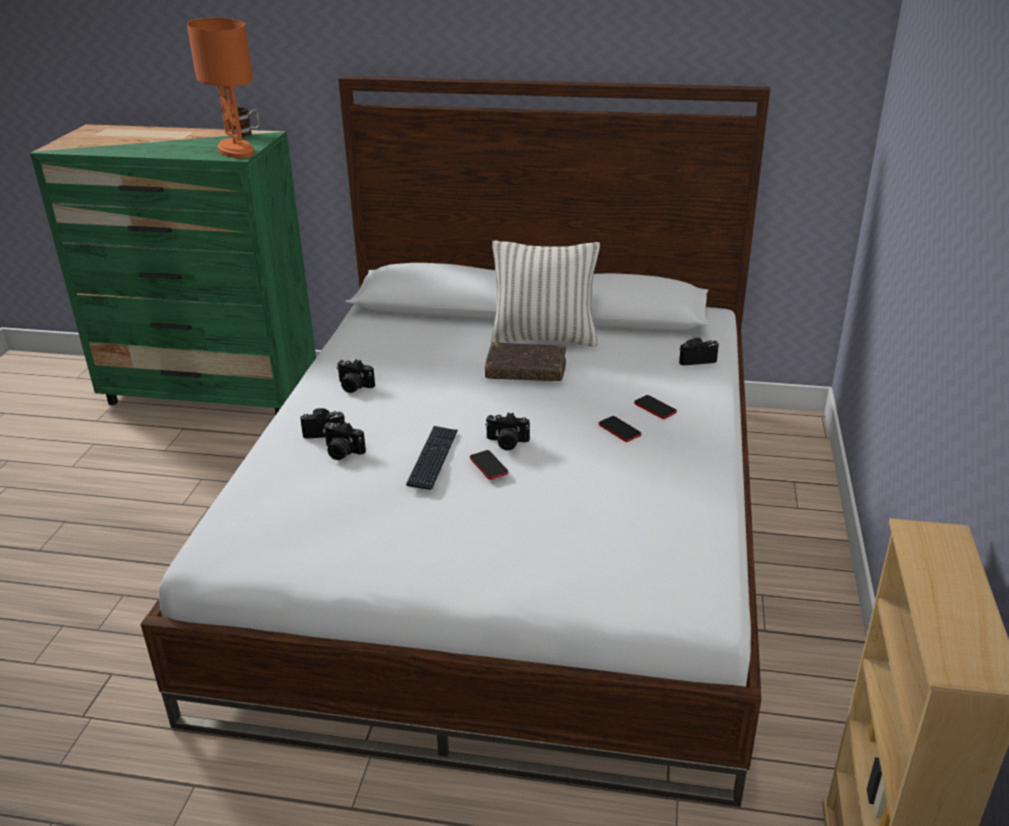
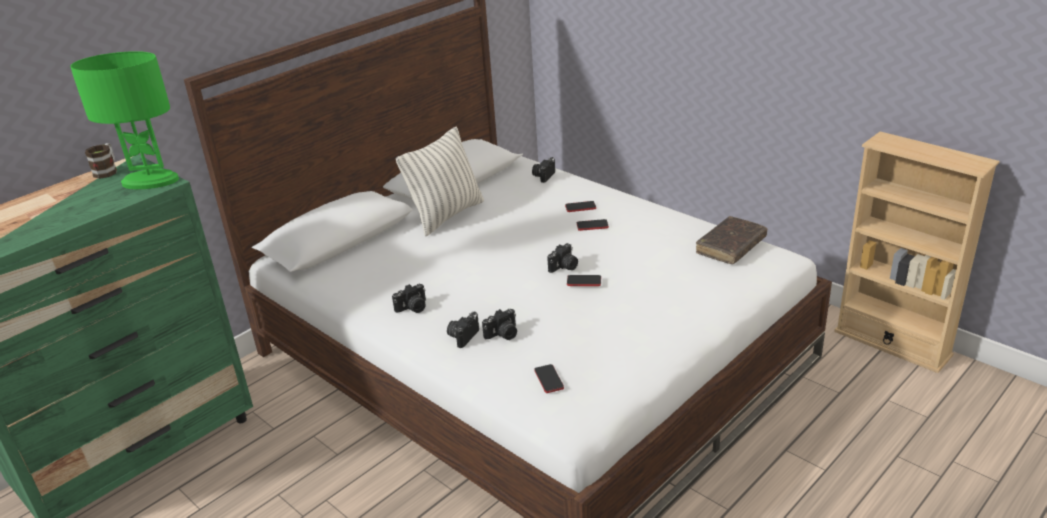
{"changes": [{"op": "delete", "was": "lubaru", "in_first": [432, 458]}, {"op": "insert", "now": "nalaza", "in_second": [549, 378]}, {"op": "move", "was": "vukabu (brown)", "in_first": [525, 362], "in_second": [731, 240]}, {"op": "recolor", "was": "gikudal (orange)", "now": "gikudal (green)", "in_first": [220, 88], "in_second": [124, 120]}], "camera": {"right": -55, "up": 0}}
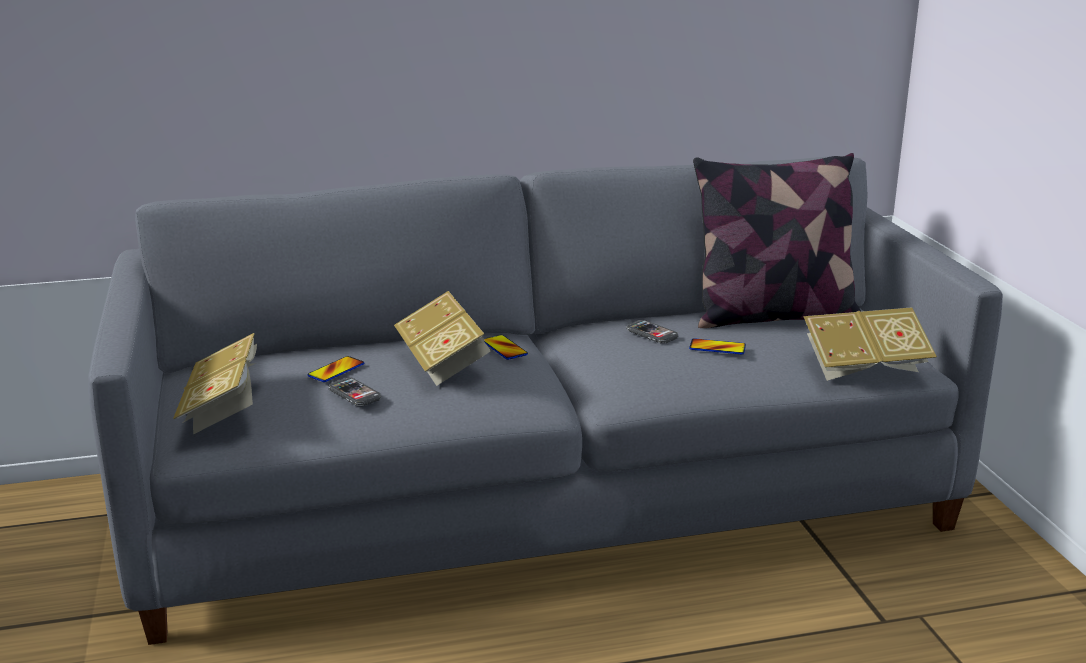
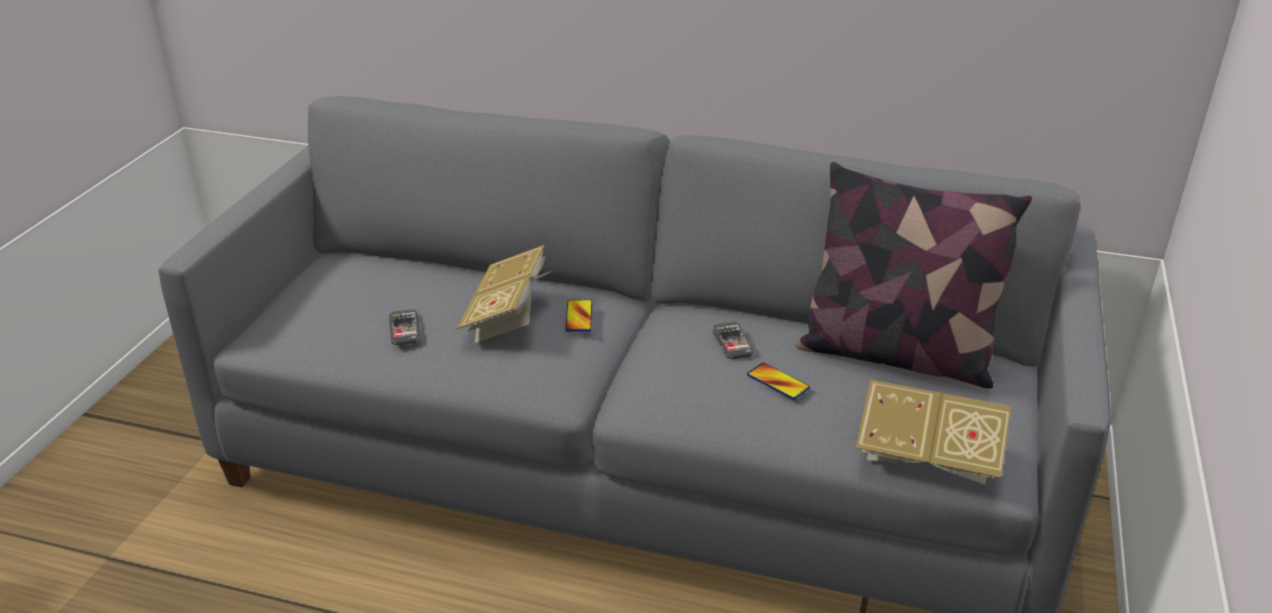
{"changes": [{"op": "delete", "was": "vukabu", "in_first": [215, 384]}, {"op": "delete", "was": "nalaza", "in_first": [335, 369]}], "camera": {"right": 30, "up": 10}}
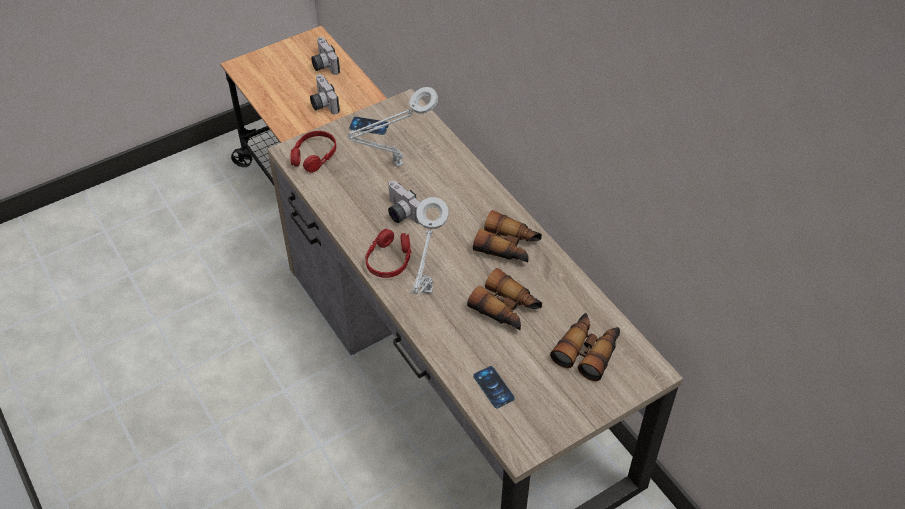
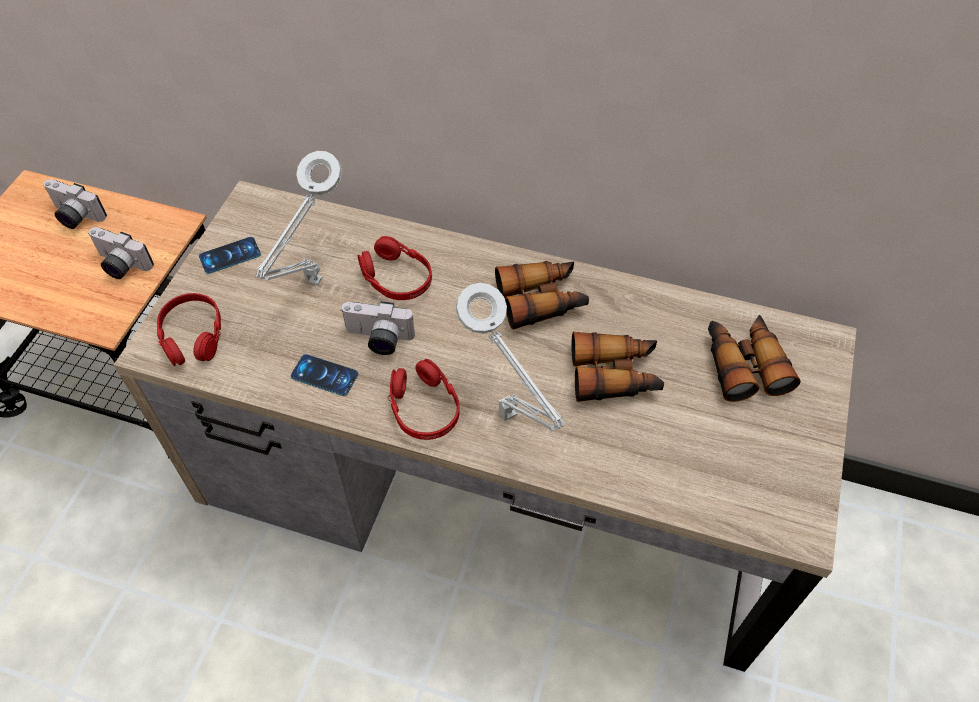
{"changes": [{"op": "insert", "now": "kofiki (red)", "in_second": [395, 268]}, {"op": "move", "was": "nalaza", "in_first": [494, 387], "in_second": [324, 375]}], "camera": {"right": -40, "up": 5}}
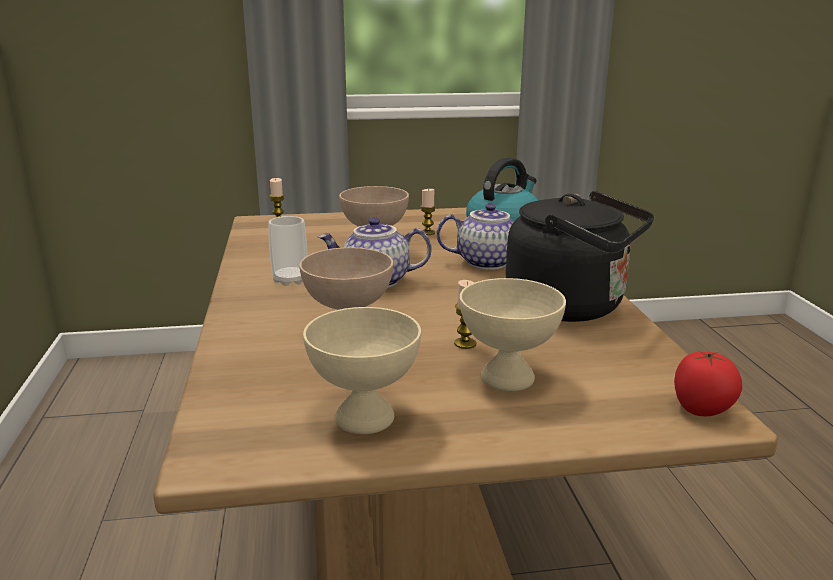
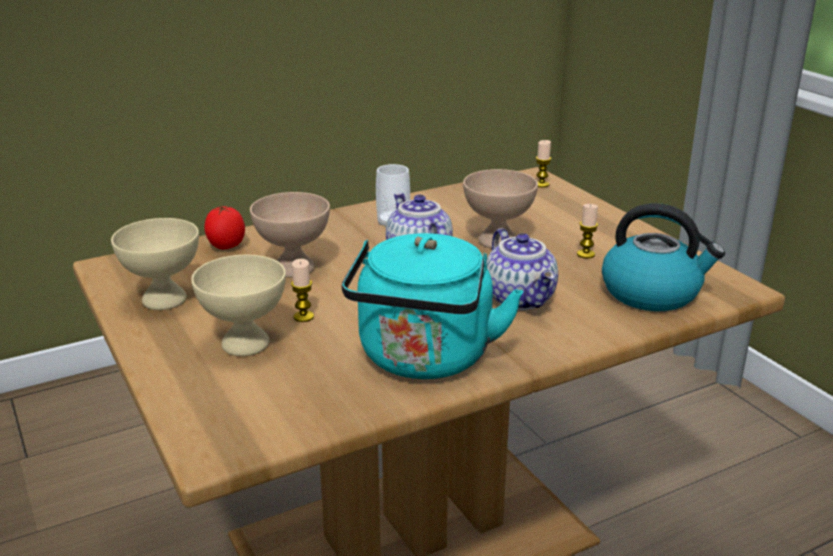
{"changes": [{"op": "move", "was": "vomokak", "in_first": [708, 383], "in_second": [224, 227]}, {"op": "recolor", "was": "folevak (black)", "now": "folevak (turquoise)", "in_first": [579, 256], "in_second": [432, 306]}], "camera": {"right": 70, "up": 5}}
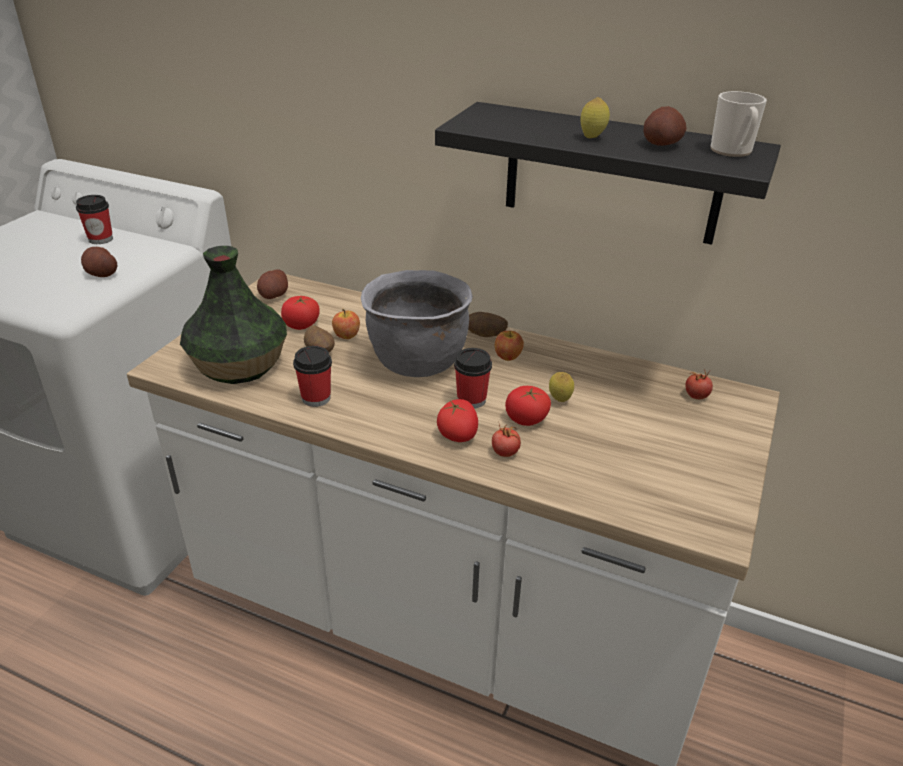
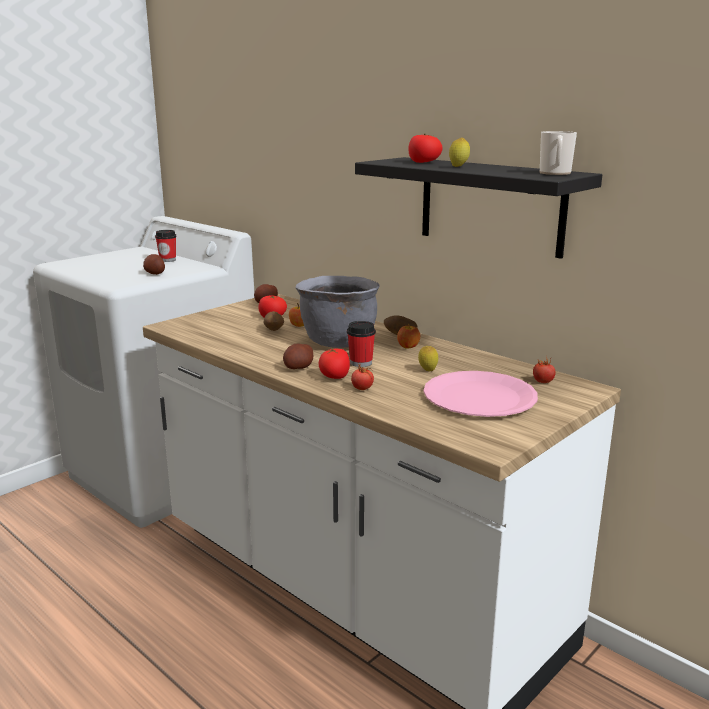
{"changes": [{"op": "delete", "was": "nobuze", "in_first": [233, 315]}, {"op": "delete", "was": "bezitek", "in_first": [312, 376]}, {"op": "insert", "now": "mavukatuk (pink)", "in_second": [480, 394]}, {"op": "move", "was": "vomokak", "in_first": [528, 406], "in_second": [426, 148]}, {"op": "move", "was": "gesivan", "in_first": [665, 126], "in_second": [298, 356]}], "camera": {"right": 20, "up": -15}}
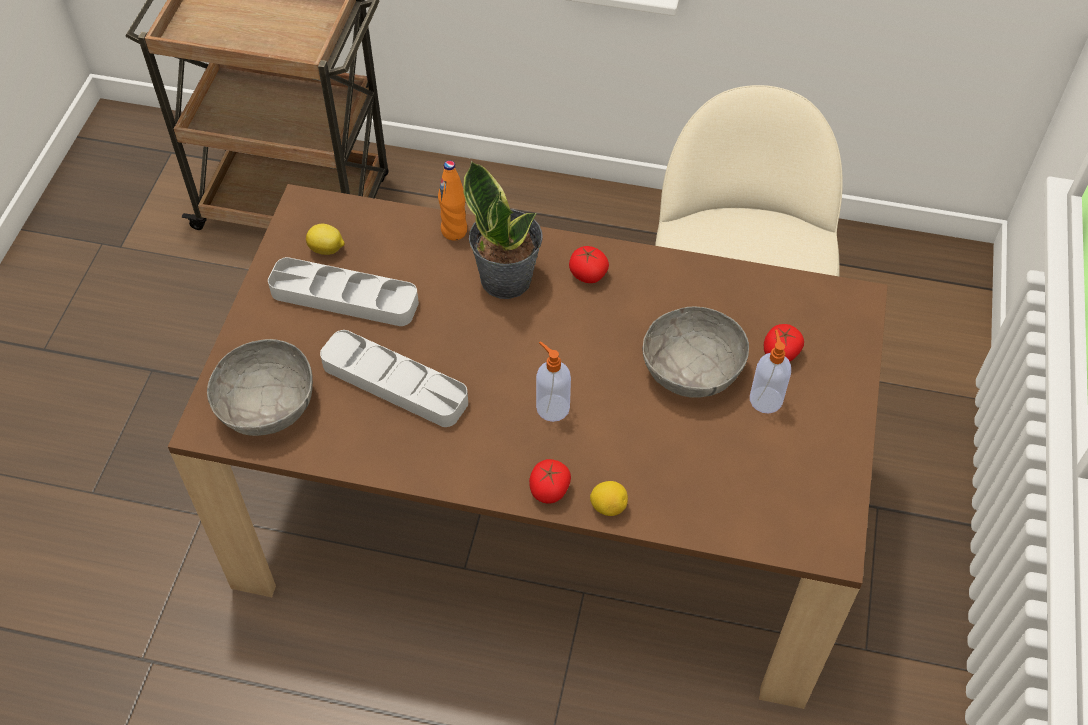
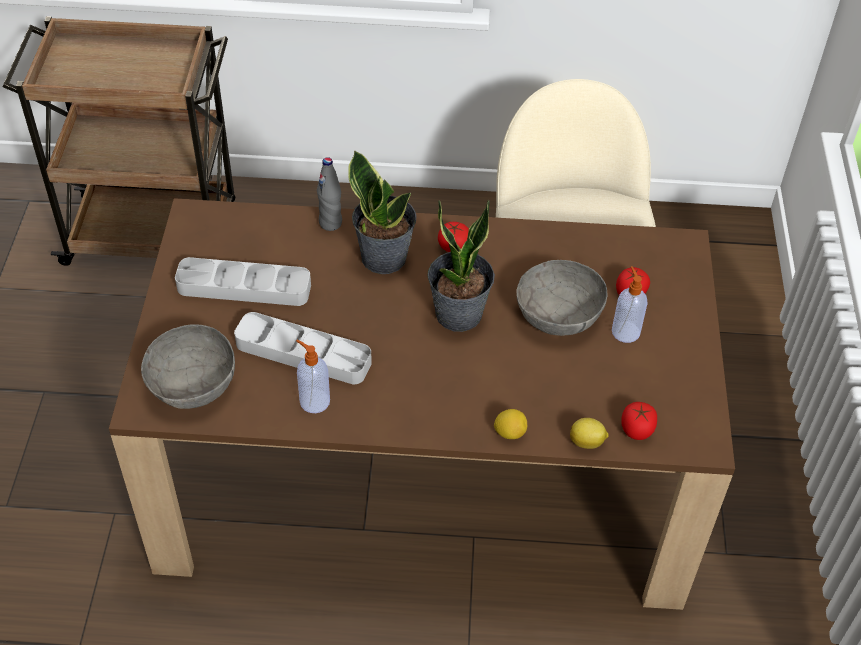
{"changes": [{"op": "insert", "now": "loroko", "in_second": [461, 266]}, {"op": "move", "was": "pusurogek", "in_first": [325, 239], "in_second": [589, 433]}, {"op": "move", "was": "vomokak", "in_first": [550, 481], "in_second": [639, 421]}, {"op": "move", "was": "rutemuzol", "in_first": [553, 381], "in_second": [313, 376]}, {"op": "recolor", "was": "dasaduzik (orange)", "now": "dasaduzik (grey)", "in_first": [452, 200], "in_second": [329, 194]}], "camera": {"right": -10, "up": -5}}
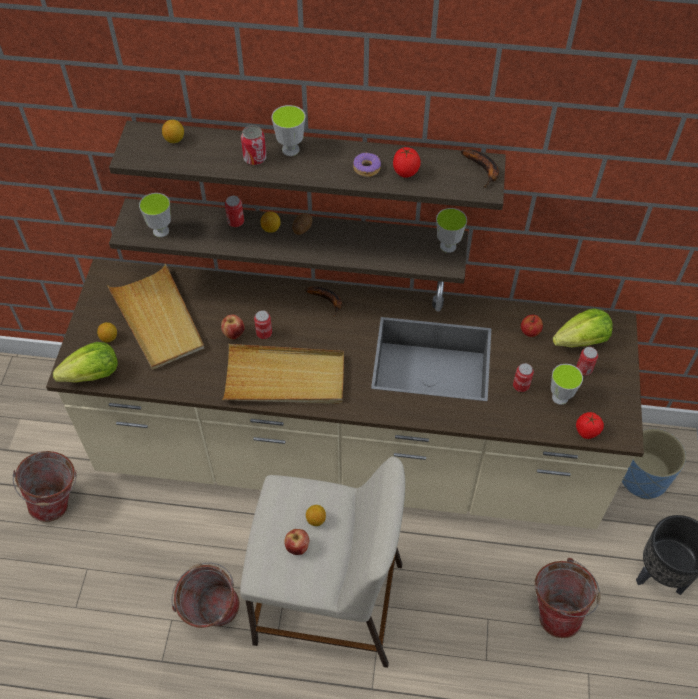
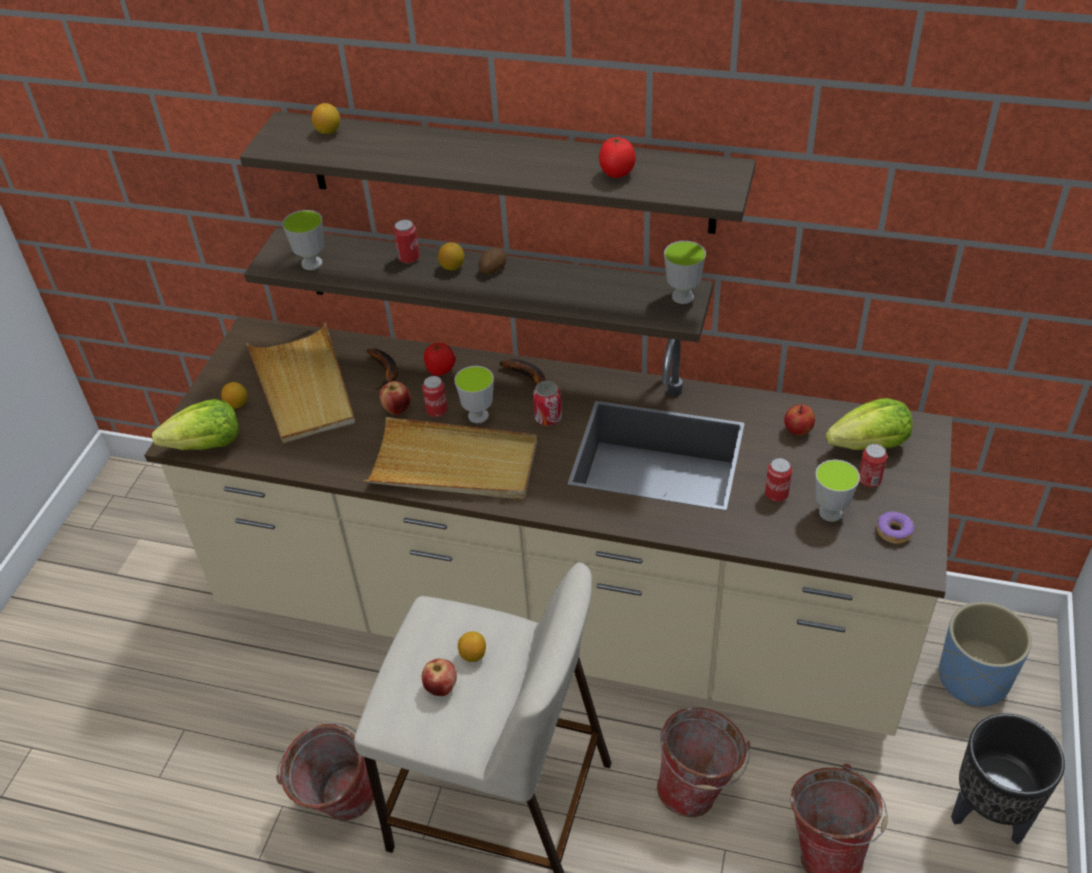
{"changes": [{"op": "move", "was": "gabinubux", "in_first": [45, 486], "in_second": [703, 762]}, {"op": "move", "was": "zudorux", "in_first": [253, 145], "in_second": [547, 403]}, {"op": "move", "was": "bezitek", "in_first": [288, 130], "in_second": [474, 394]}, {"op": "move", "was": "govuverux", "in_first": [367, 165], "in_second": [895, 527]}, {"op": "move", "was": "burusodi", "in_first": [480, 168], "in_second": [382, 369]}, {"op": "move", "was": "vomokak", "in_first": [590, 425], "in_second": [439, 359]}], "camera": {"right": 10, "up": -10}}
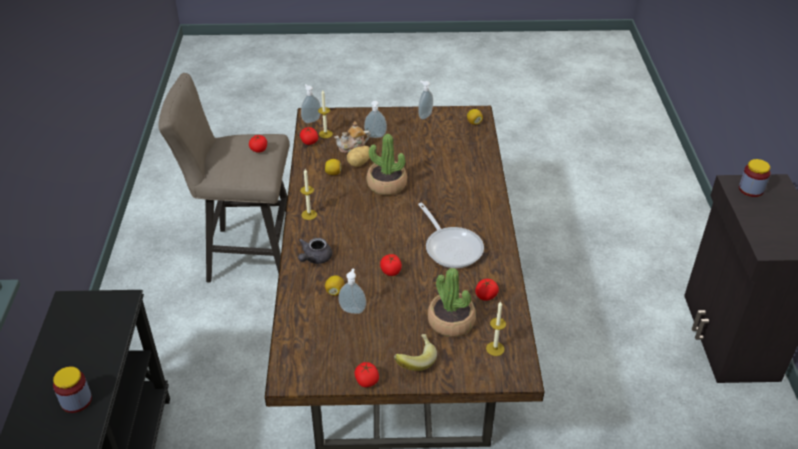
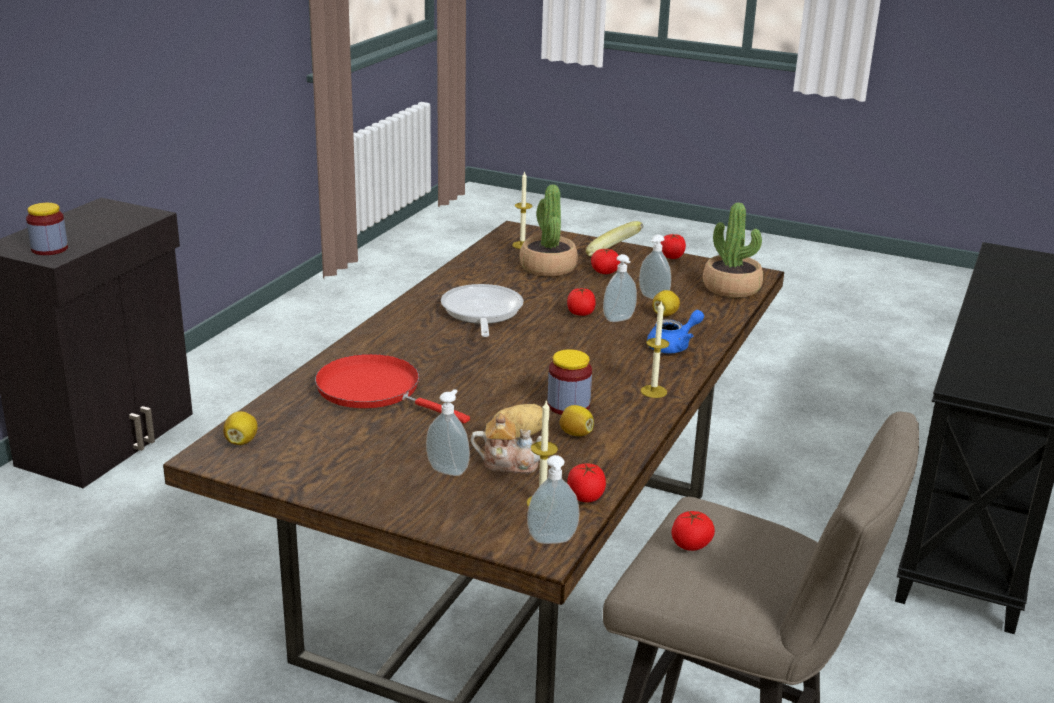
{"changes": [{"op": "insert", "now": "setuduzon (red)", "in_second": [392, 388]}, {"op": "move", "was": "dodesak", "in_first": [72, 390], "in_second": [569, 382]}, {"op": "move", "was": "loroko", "in_first": [386, 164], "in_second": [733, 250]}, {"op": "move", "was": "rutemuzol", "in_first": [425, 100], "in_second": [620, 288]}, {"op": "move", "was": "vomokak", "in_first": [487, 290], "in_second": [605, 261]}, {"op": "recolor", "was": "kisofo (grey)", "now": "kisofo (blue)", "in_first": [315, 251], "in_second": [675, 331]}], "camera": {"right": -155, "up": -15}}
